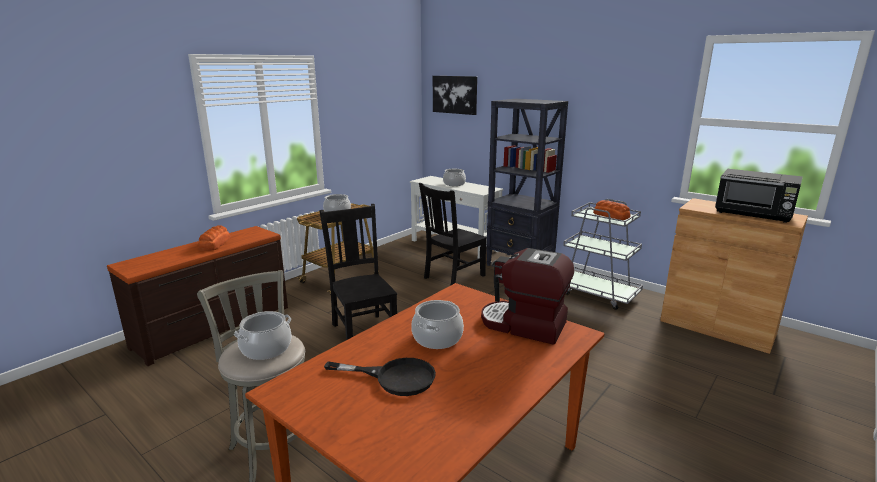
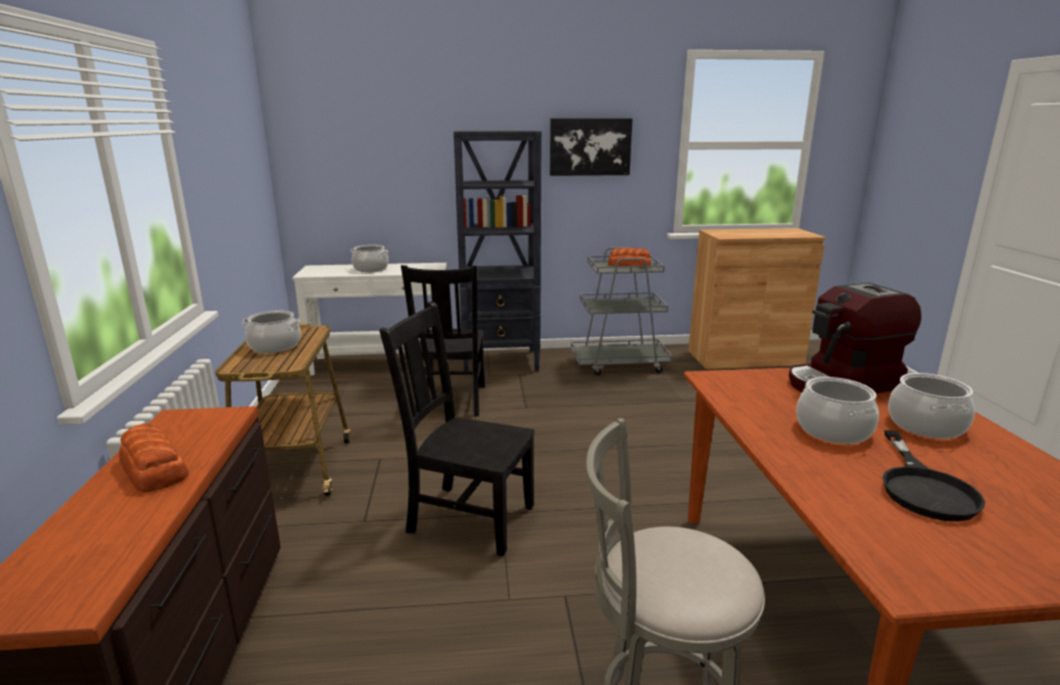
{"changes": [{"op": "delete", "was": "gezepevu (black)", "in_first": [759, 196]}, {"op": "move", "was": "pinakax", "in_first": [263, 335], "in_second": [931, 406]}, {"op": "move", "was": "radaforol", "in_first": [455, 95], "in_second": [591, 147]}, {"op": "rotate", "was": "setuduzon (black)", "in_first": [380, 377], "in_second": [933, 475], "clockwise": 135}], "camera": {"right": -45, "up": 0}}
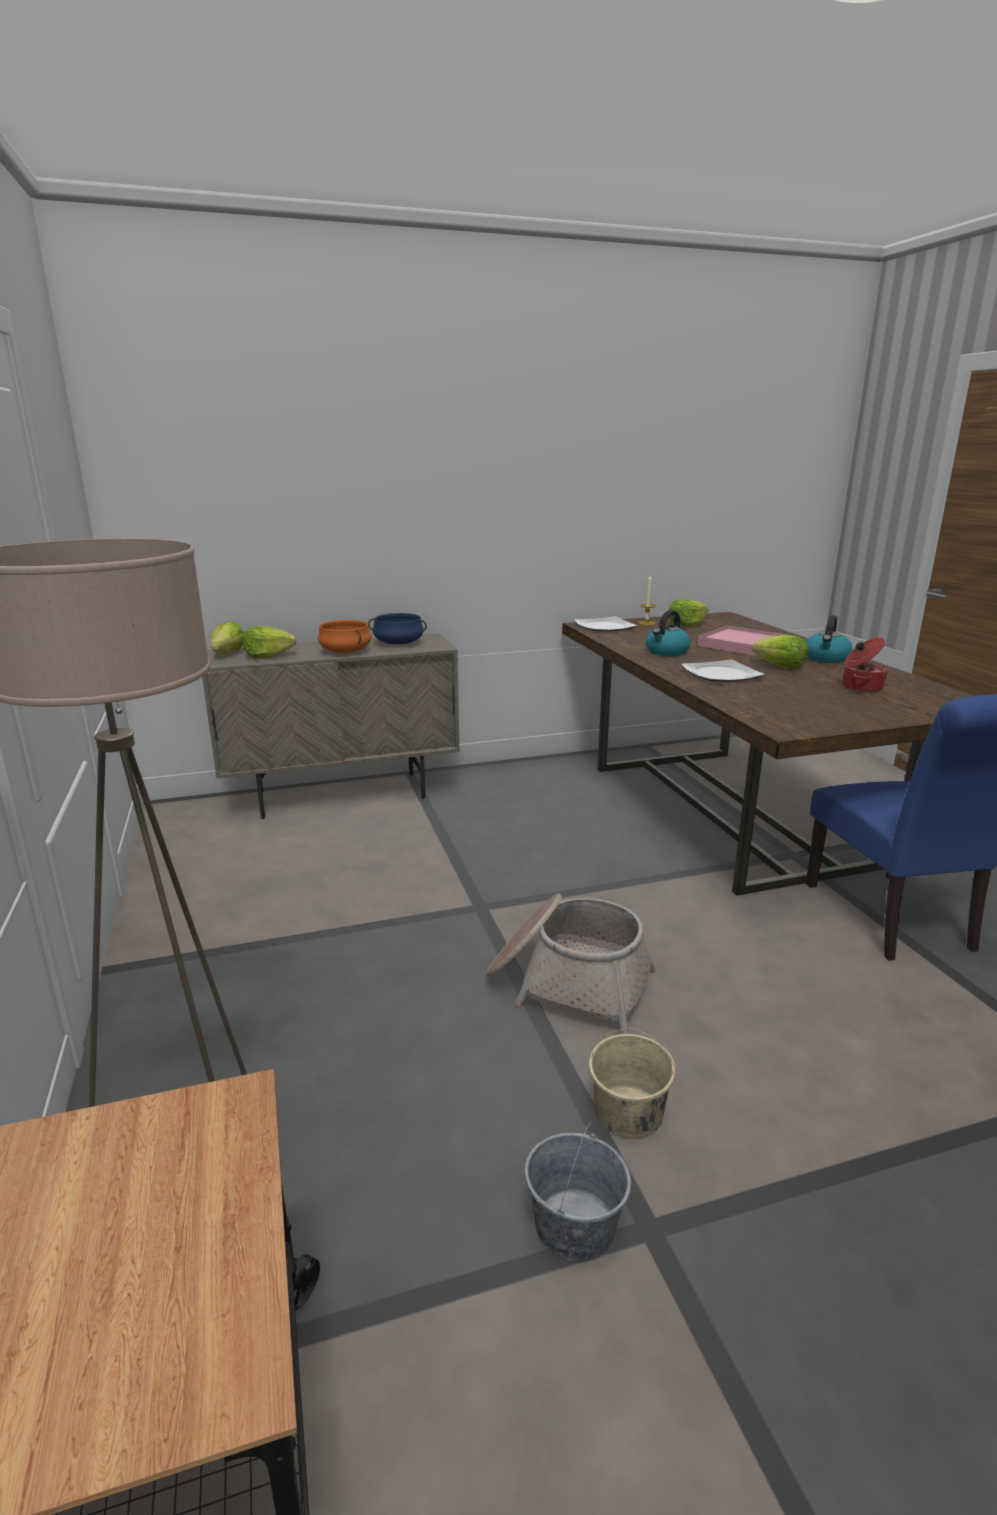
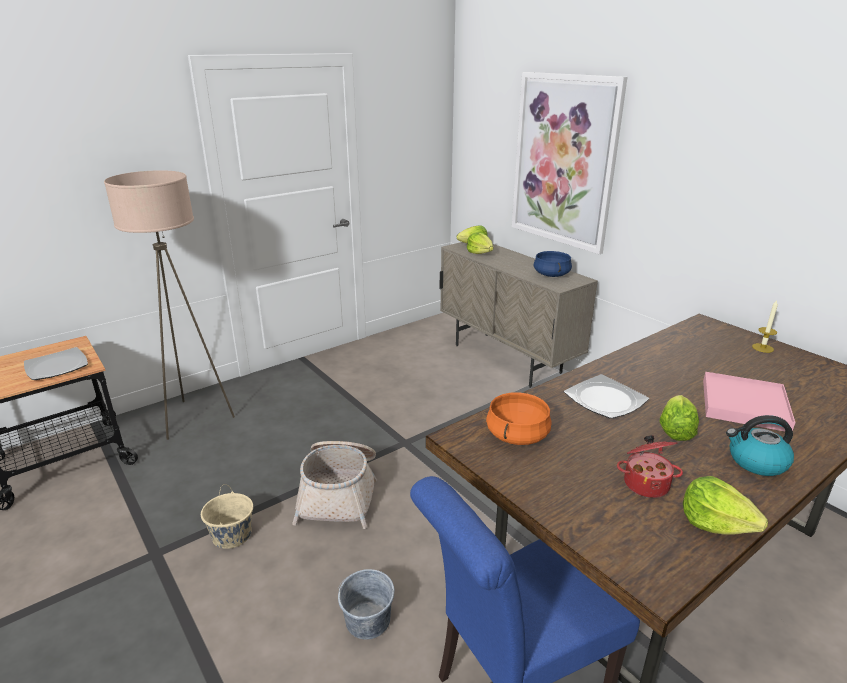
{"changes": [{"op": "delete", "was": "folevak", "in_first": [668, 633]}, {"op": "insert", "now": "radaforol", "in_second": [570, 163]}, {"op": "move", "was": "pinakax (orange)", "in_first": [344, 636], "in_second": [518, 418]}, {"op": "move", "was": "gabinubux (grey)", "in_first": [578, 1192], "in_second": [366, 604]}, {"op": "move", "was": "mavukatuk", "in_first": [605, 624], "in_second": [56, 363]}, {"op": "move", "was": "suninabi", "in_first": [689, 613], "in_second": [725, 505]}], "camera": {"right": 70, "up": 5}}
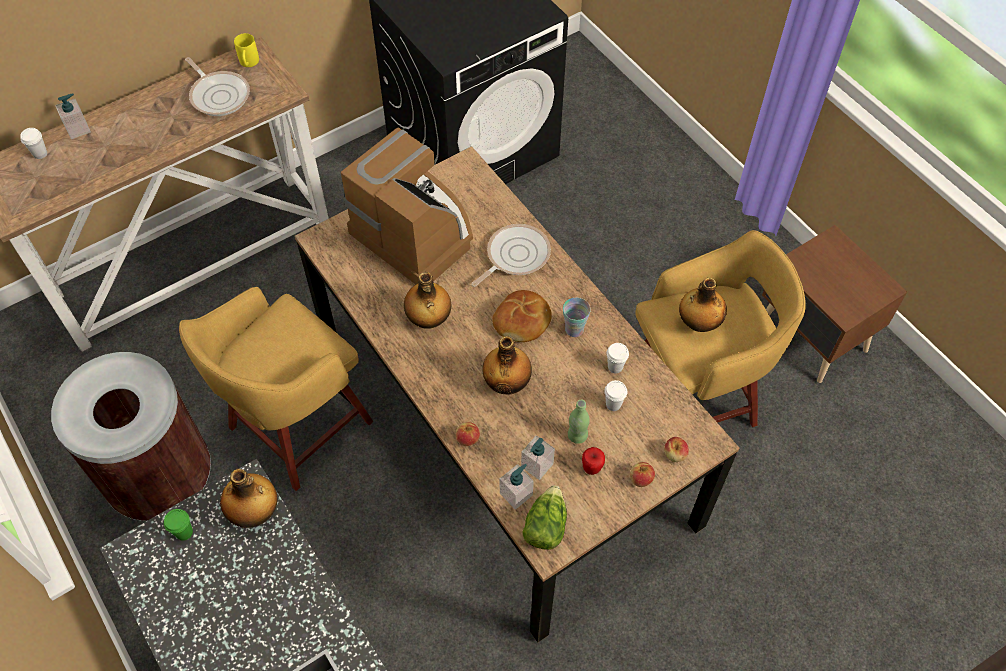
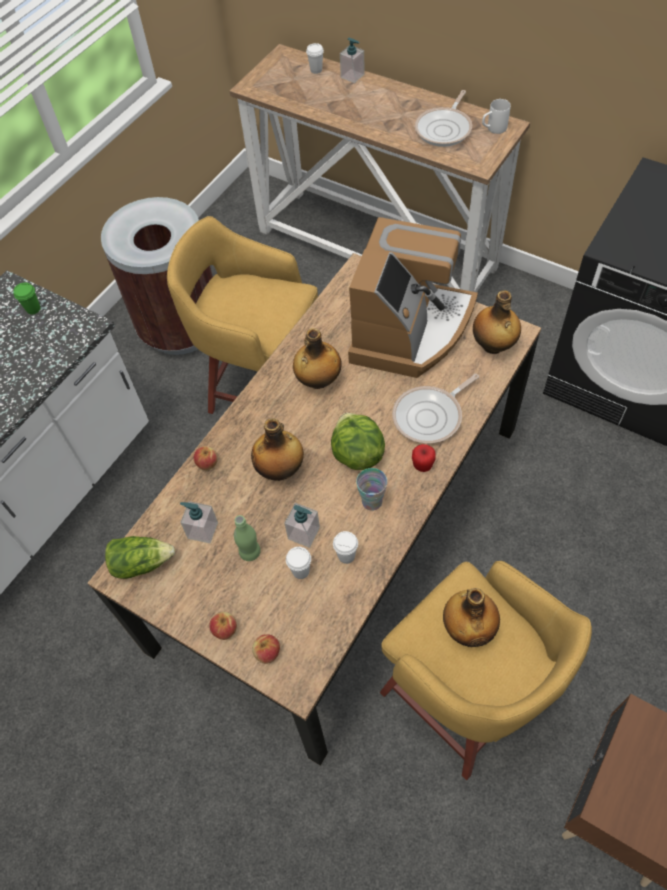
{"changes": [{"op": "move", "was": "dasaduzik", "in_first": [248, 498], "in_second": [497, 322]}, {"op": "move", "was": "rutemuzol", "in_first": [517, 487], "in_second": [302, 525]}, {"op": "move", "was": "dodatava", "in_first": [593, 461], "in_second": [424, 458]}, {"op": "replace", "was": "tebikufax", "now": "suninabi", "in_first": [522, 316], "in_second": [358, 441]}, {"op": "recolor", "was": "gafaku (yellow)", "now": "gafaku (white)", "in_first": [246, 50], "in_second": [496, 116]}, {"op": "rotate", "was": "setuduzon", "in_first": [511, 255], "in_second": [435, 409], "clockwise": 120}], "camera": {"right": 70, "up": 0}}
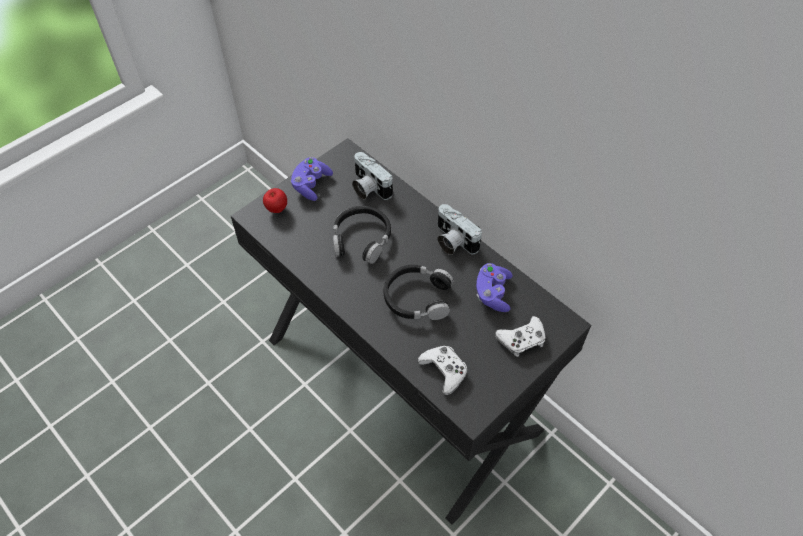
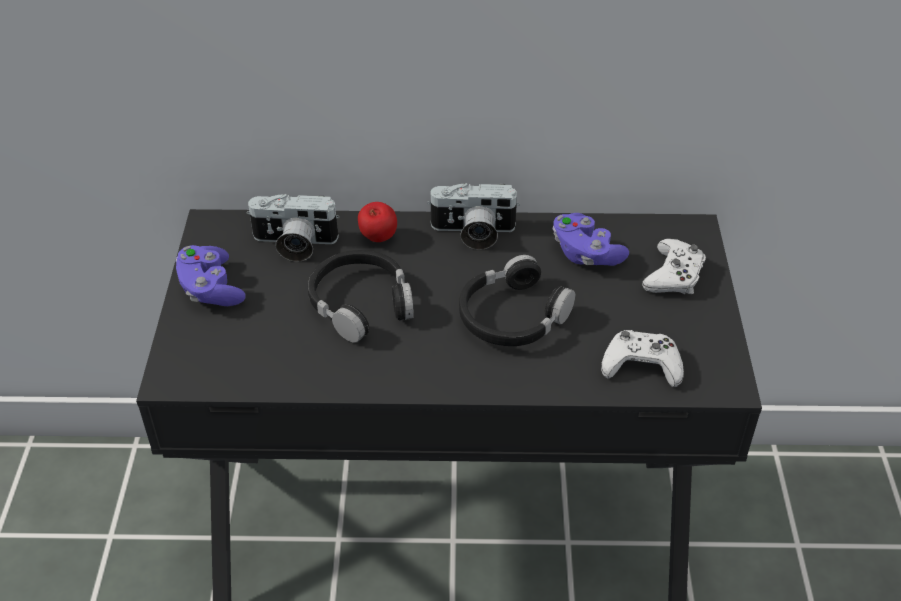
{"changes": [{"op": "move", "was": "dodatava", "in_first": [275, 200], "in_second": [377, 222]}], "camera": {"right": -45, "up": -10}}
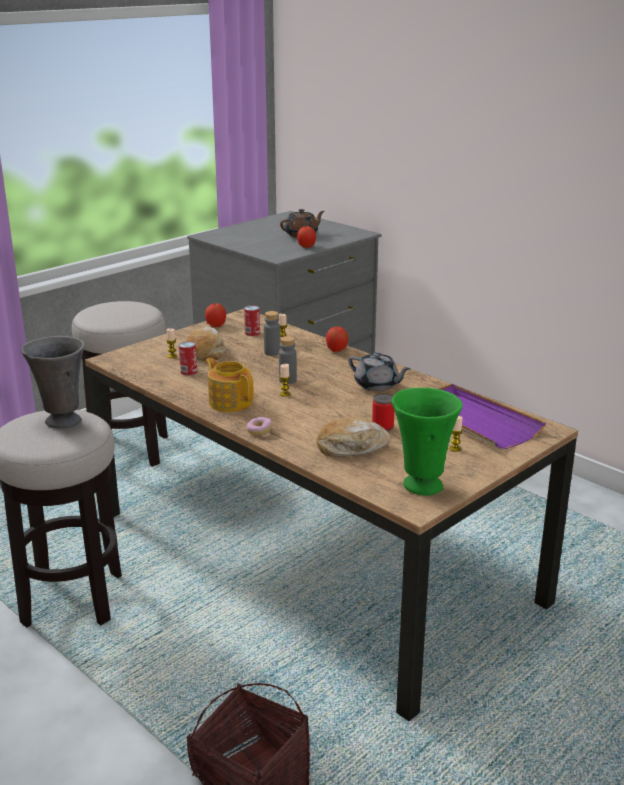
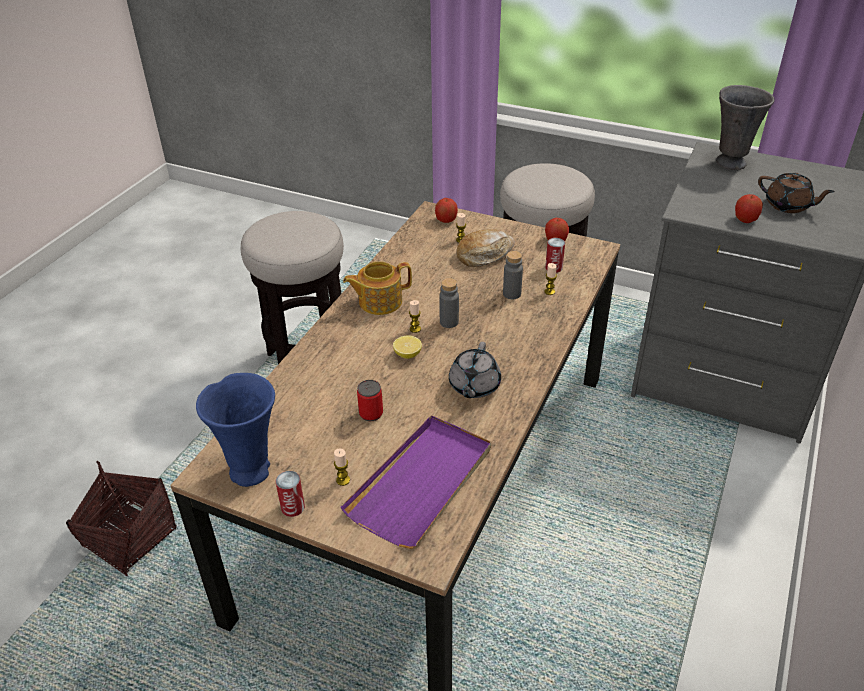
{"changes": [{"op": "delete", "was": "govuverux", "in_first": [260, 426]}, {"op": "delete", "was": "tebikufax", "in_first": [354, 437]}, {"op": "insert", "now": "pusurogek", "in_second": [407, 347]}, {"op": "move", "was": "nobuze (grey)", "in_first": [53, 382], "in_second": [745, 127]}, {"op": "move", "was": "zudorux", "in_first": [188, 358], "in_second": [290, 494]}, {"op": "move", "was": "dodatava", "in_first": [337, 339], "in_second": [446, 210]}, {"op": "recolor", "was": "nobuze (green)", "now": "nobuze (blue)", "in_first": [427, 442], "in_second": [235, 430]}, {"op": "rotate", "was": "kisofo", "in_first": [229, 385], "in_second": [377, 288], "clockwise": -135}], "camera": {"right": 70, "up": 15}}
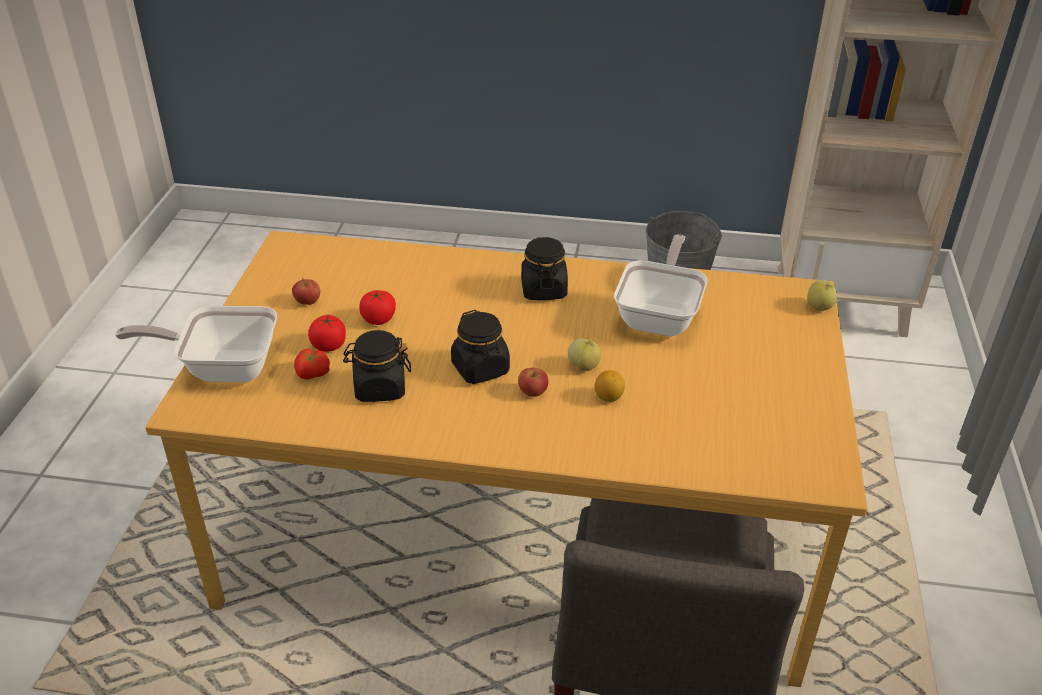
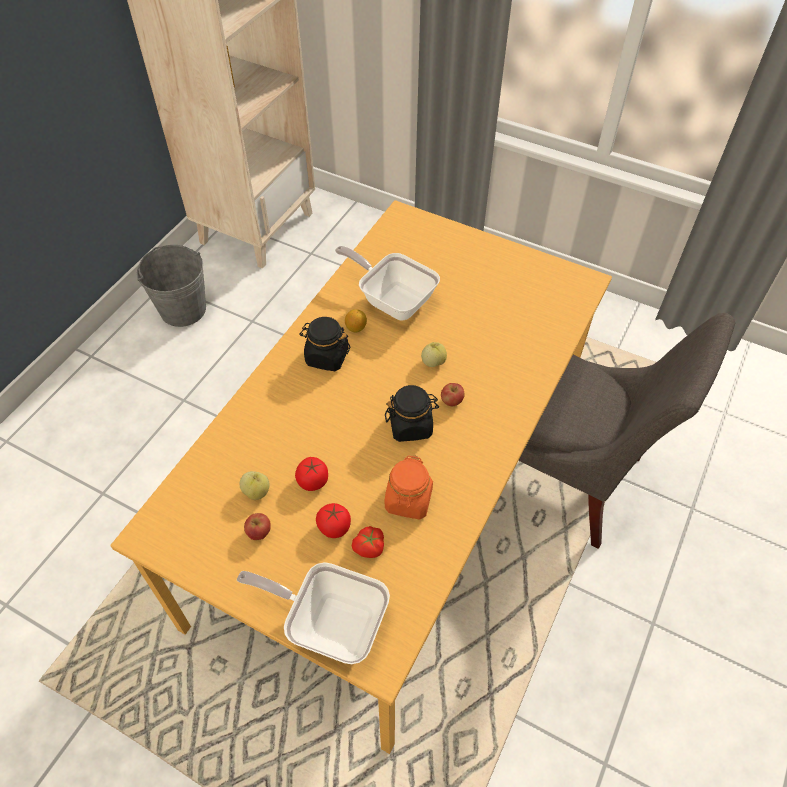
{"changes": [{"op": "move", "was": "pusurogek", "in_first": [610, 386], "in_second": [356, 320]}, {"op": "move", "was": "dodatava", "in_first": [822, 295], "in_second": [255, 485]}, {"op": "recolor", "was": "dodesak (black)", "now": "dodesak (orange)", "in_first": [377, 366], "in_second": [409, 487]}, {"op": "rotate", "was": "setuduzon", "in_first": [196, 344], "in_second": [313, 613], "clockwise": 90}], "camera": {"right": -70, "up": 15}}
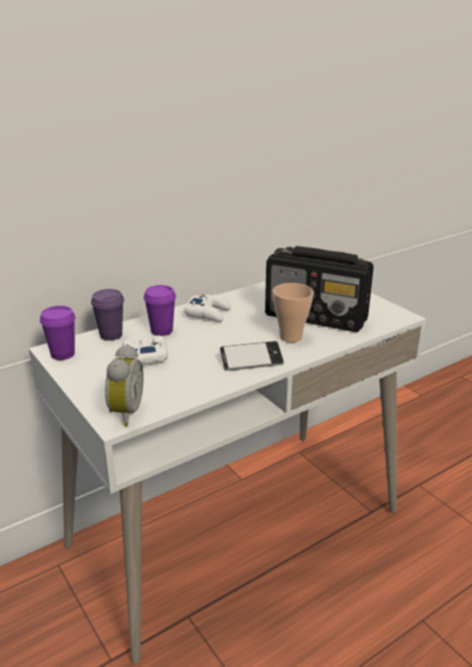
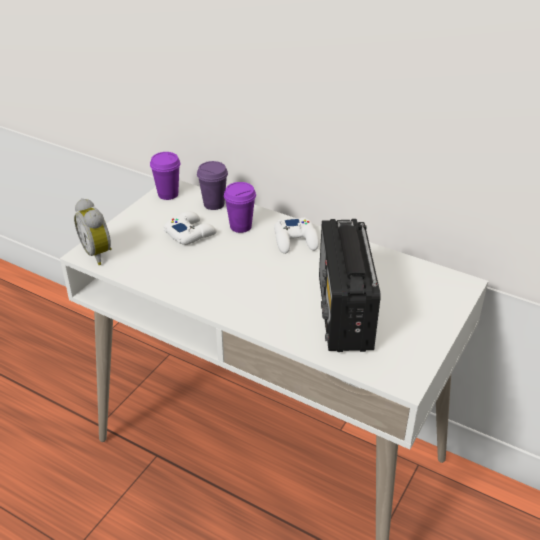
{"changes": [{"op": "delete", "was": "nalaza", "in_first": [252, 356]}, {"op": "delete", "was": "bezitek", "in_first": [293, 312]}, {"op": "rotate", "was": "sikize", "in_first": [124, 385], "in_second": [93, 231], "clockwise": 75}], "camera": {"right": 65, "up": 10}}
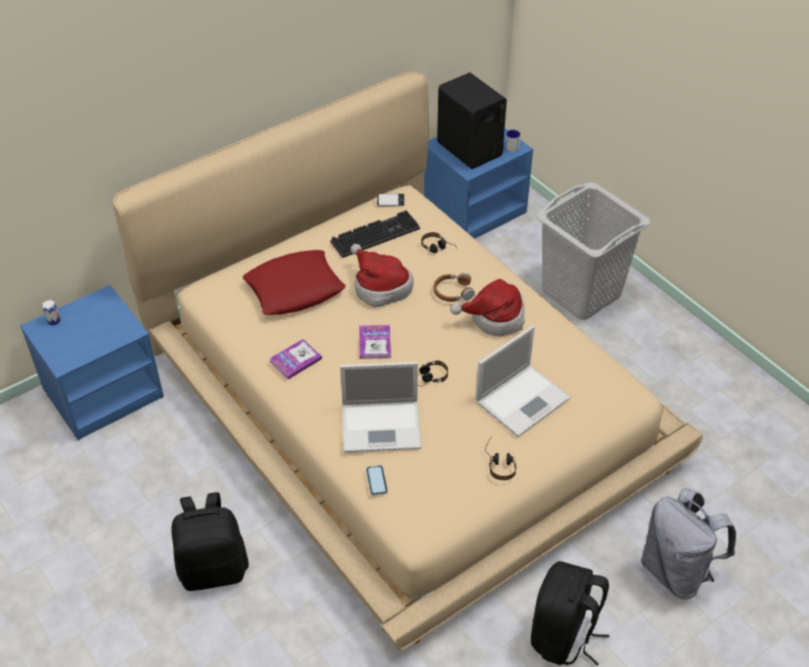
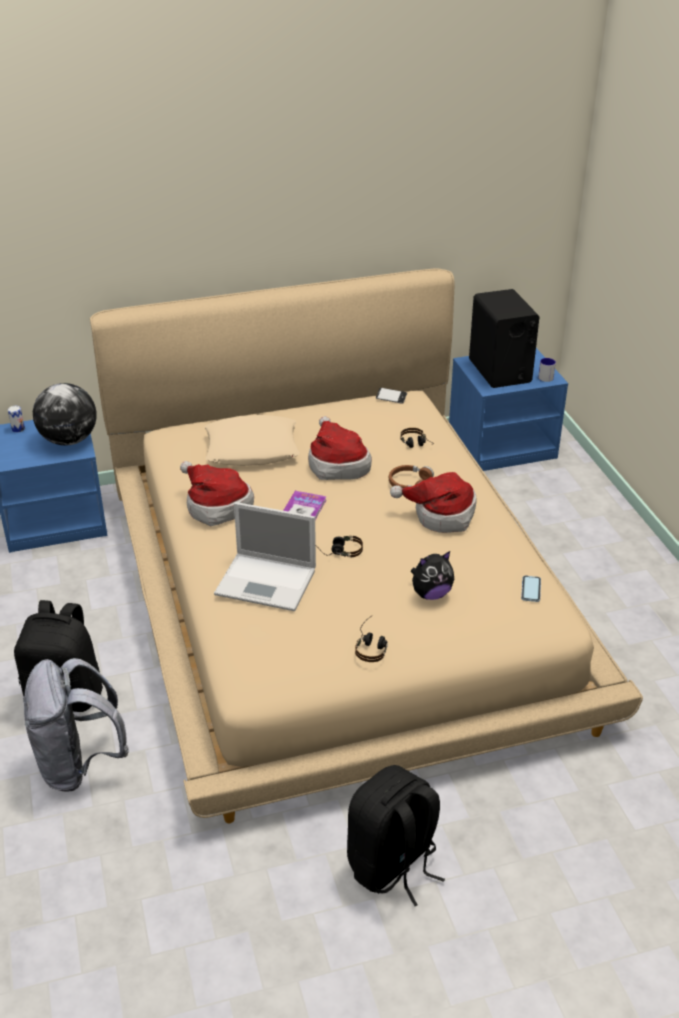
{"changes": [{"op": "delete", "was": "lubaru", "in_first": [375, 234]}, {"op": "delete", "was": "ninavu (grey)", "in_first": [593, 251]}, {"op": "insert", "now": "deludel", "in_second": [65, 414]}, {"op": "move", "was": "nalaza", "in_first": [377, 480], "in_second": [531, 588]}, {"op": "move", "was": "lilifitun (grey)", "in_first": [688, 544], "in_second": [76, 724]}, {"op": "replace", "was": "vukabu", "now": "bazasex", "in_first": [295, 359], "in_second": [217, 493]}, {"op": "replace", "was": "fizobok", "now": "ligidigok", "in_first": [523, 381], "in_second": [432, 575]}, {"op": "recolor", "was": "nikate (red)", "now": "nikate (beige)", "in_first": [294, 282], "in_second": [252, 440]}], "camera": {"right": 20, "up": -10}}
